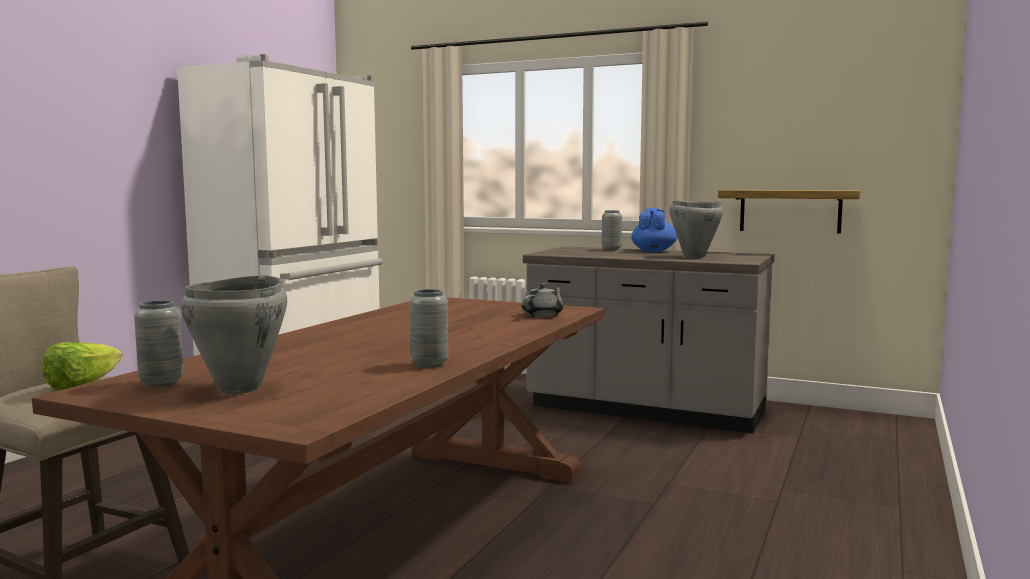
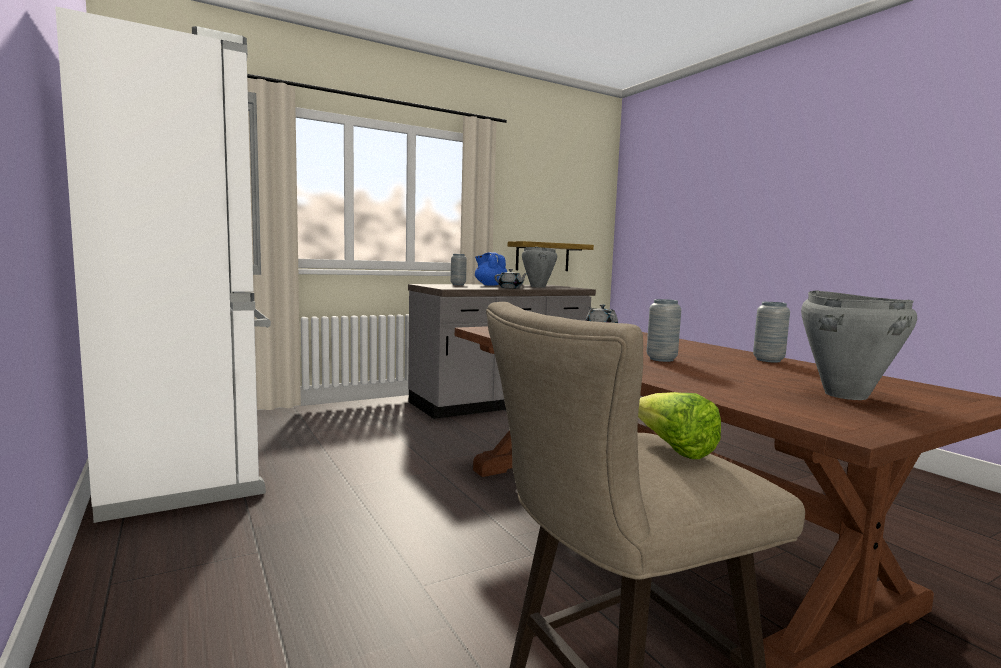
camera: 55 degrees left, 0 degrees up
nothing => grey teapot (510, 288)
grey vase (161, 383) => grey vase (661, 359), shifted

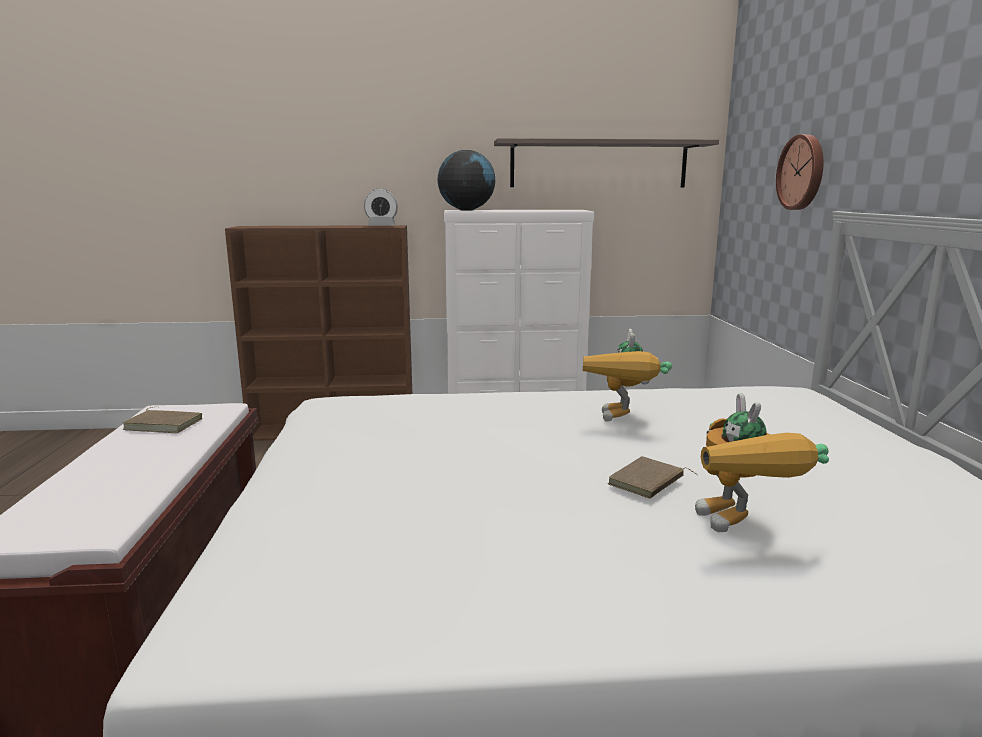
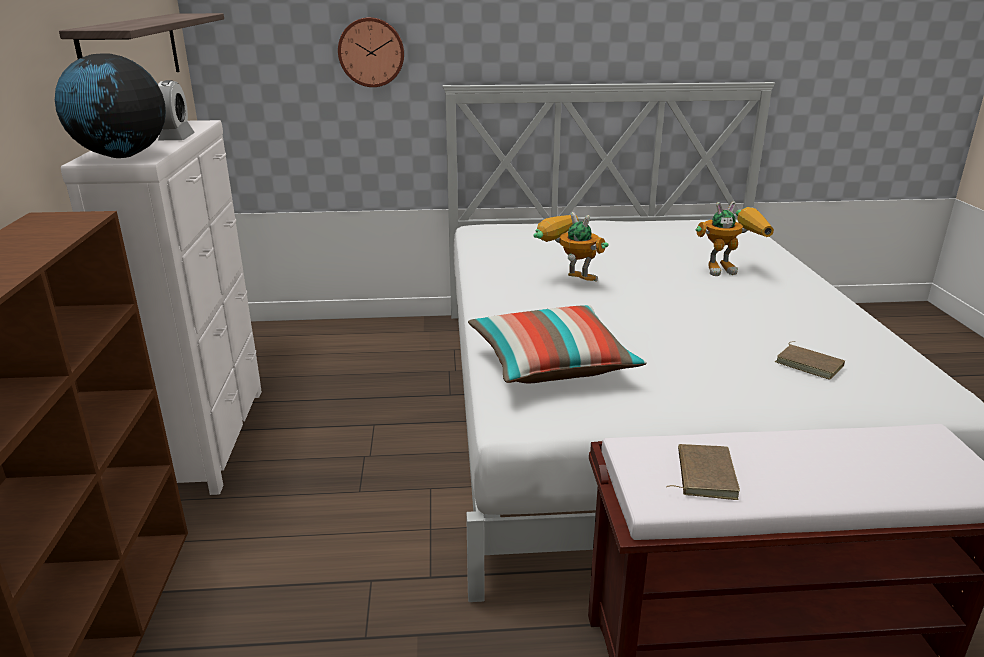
camera: 90 degrees left, 10 degrees up
alarm clock (381, 226) => alarm clock (177, 138), shifted
nothing => pillow (551, 364)
toy robot (623, 421) => toy robot (567, 280), 150 degrees counterclockwise
brown book (648, 482) => brown book (810, 364), shifted

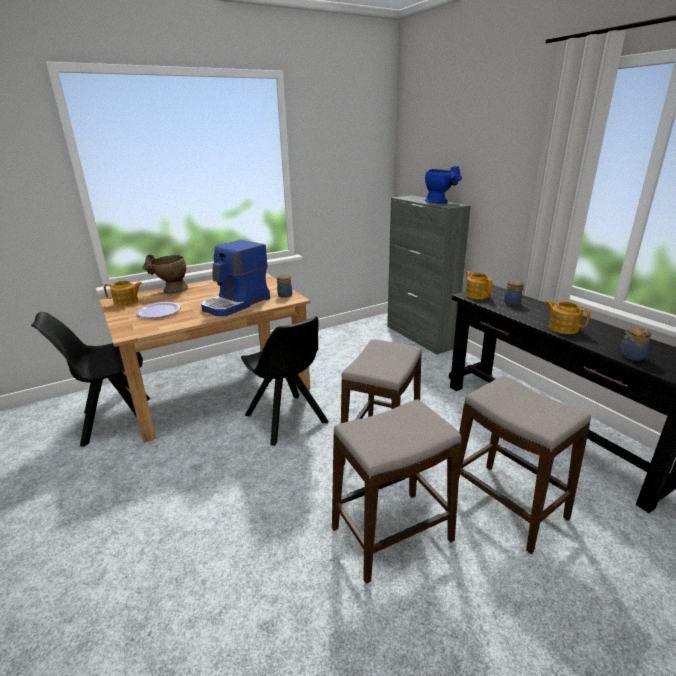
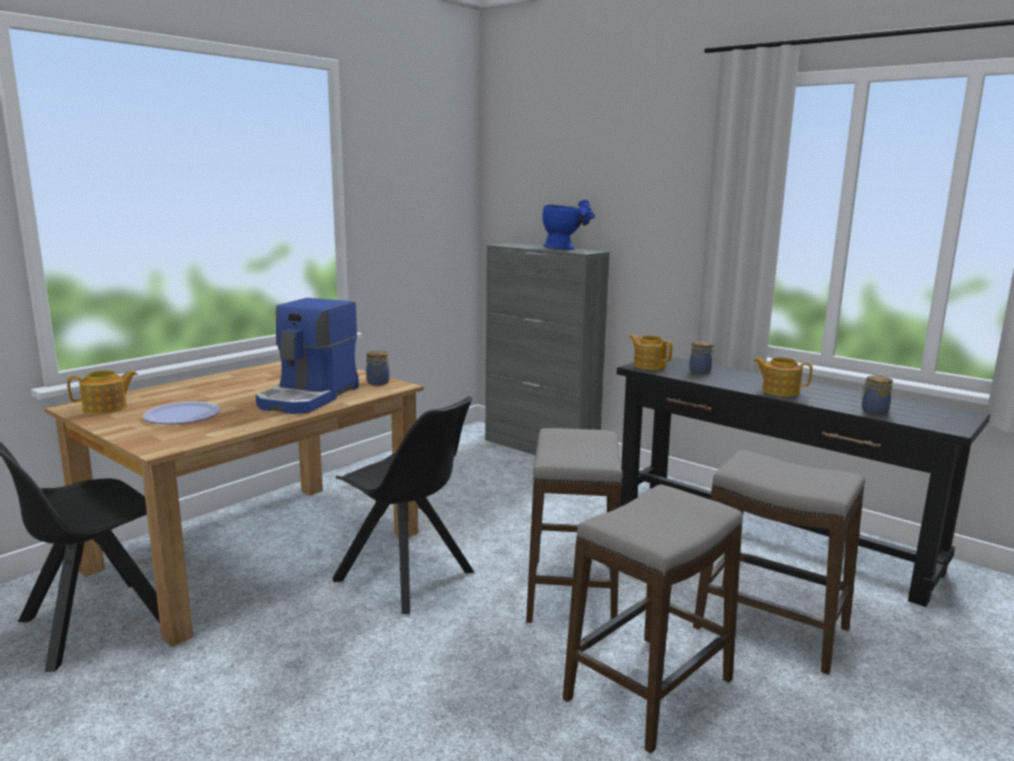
camera: 20 degrees left, 10 degrees down
beige vase (171, 290) => nothing

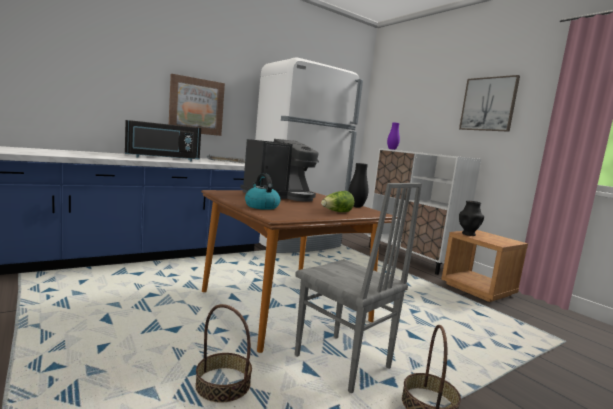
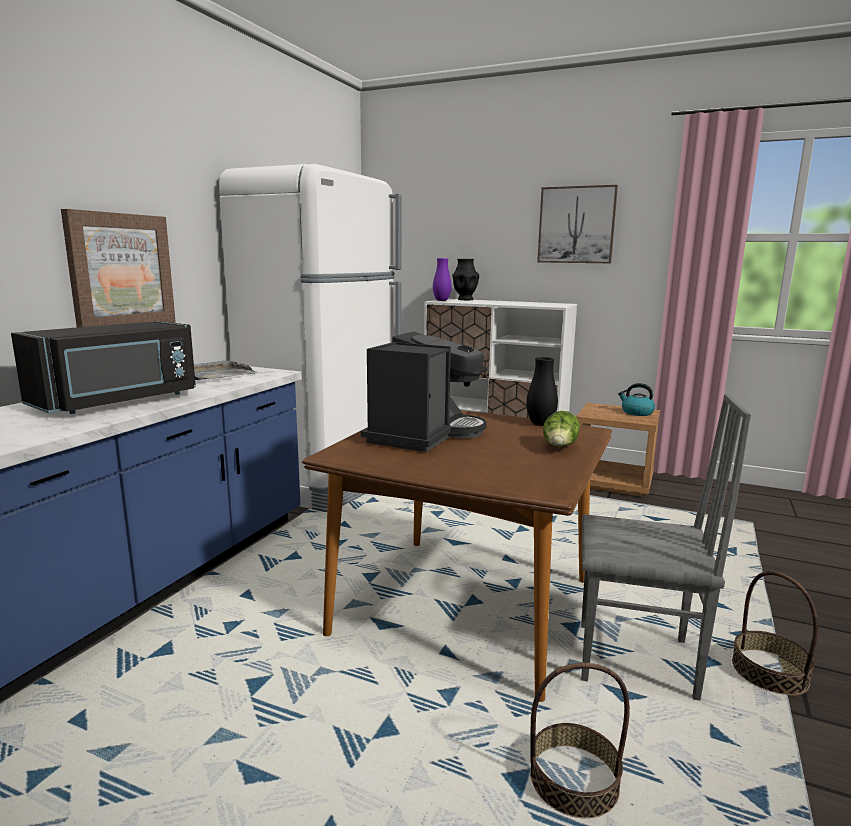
camera: 30 degrees left, 5 degrees up
black vase (468, 234) => black vase (465, 299), shifted
kettle (261, 206) => kettle (636, 412), shifted

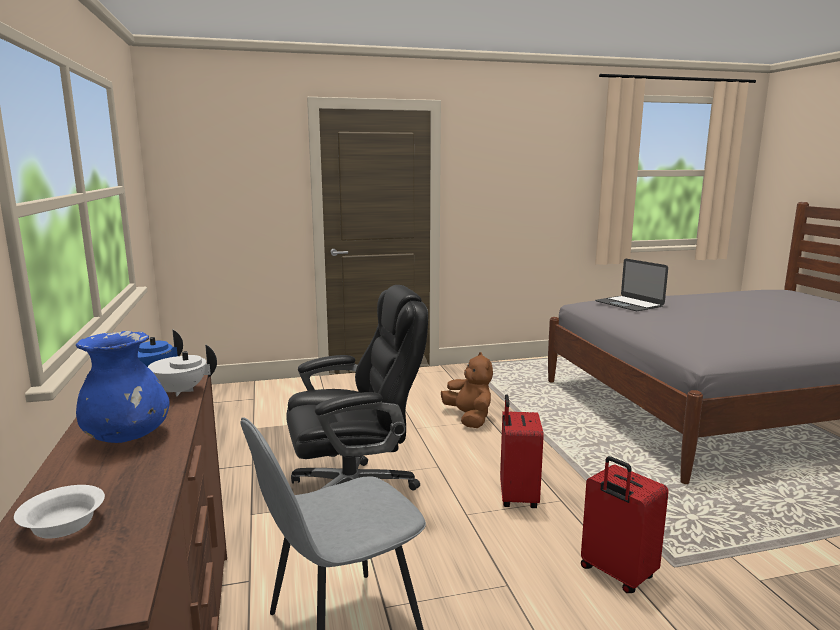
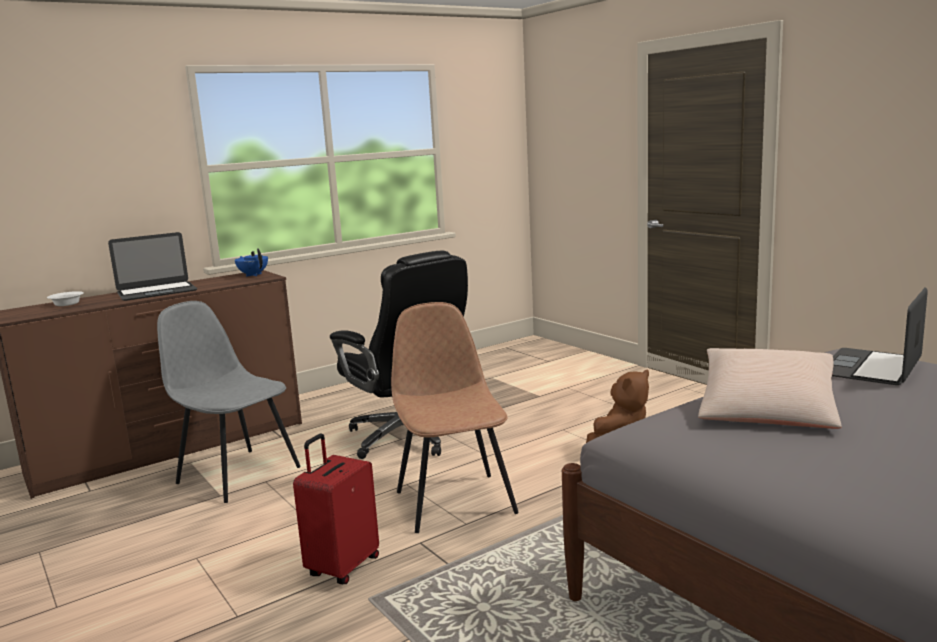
camera: 70 degrees right, 0 degrees up
blue vase (128, 437) => laptop (157, 291)
red suitcase (516, 497) => brown chair (454, 501)
nothing => beige pillow (766, 409)
white teapot (179, 391) => nothing

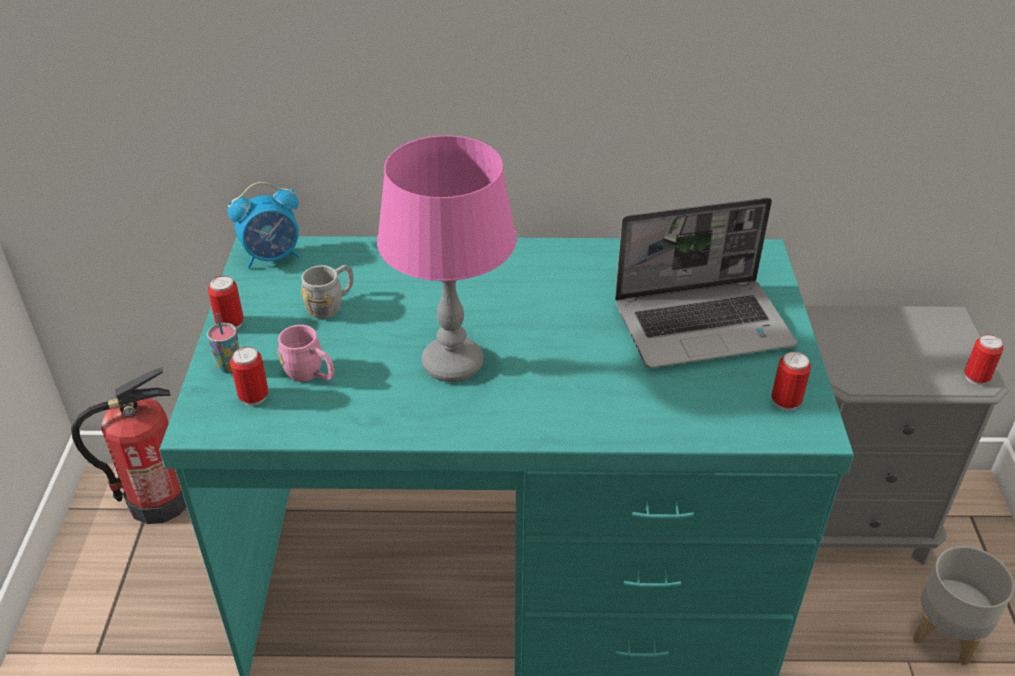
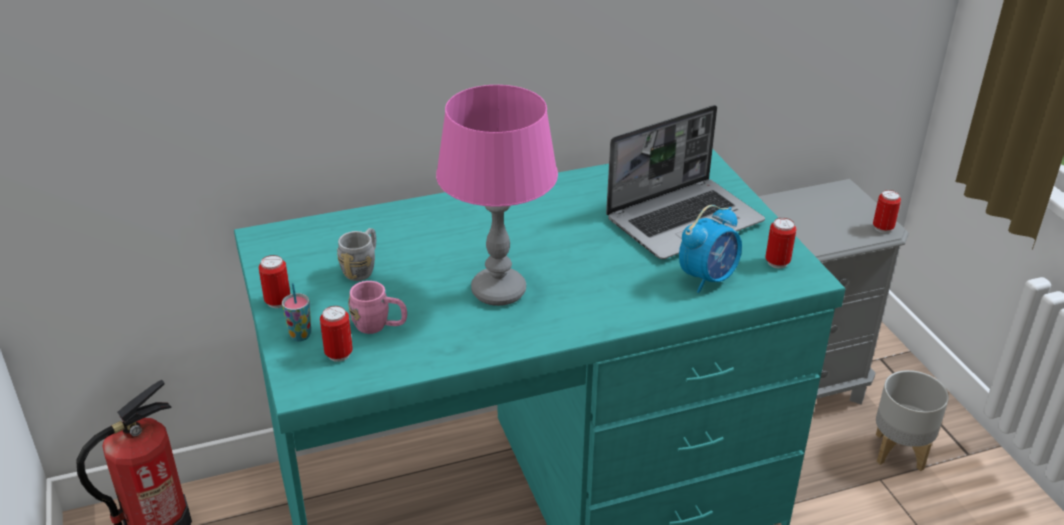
camera: 20 degrees left, 5 degrees down
alarm clock (273, 257) => alarm clock (708, 278), shifted

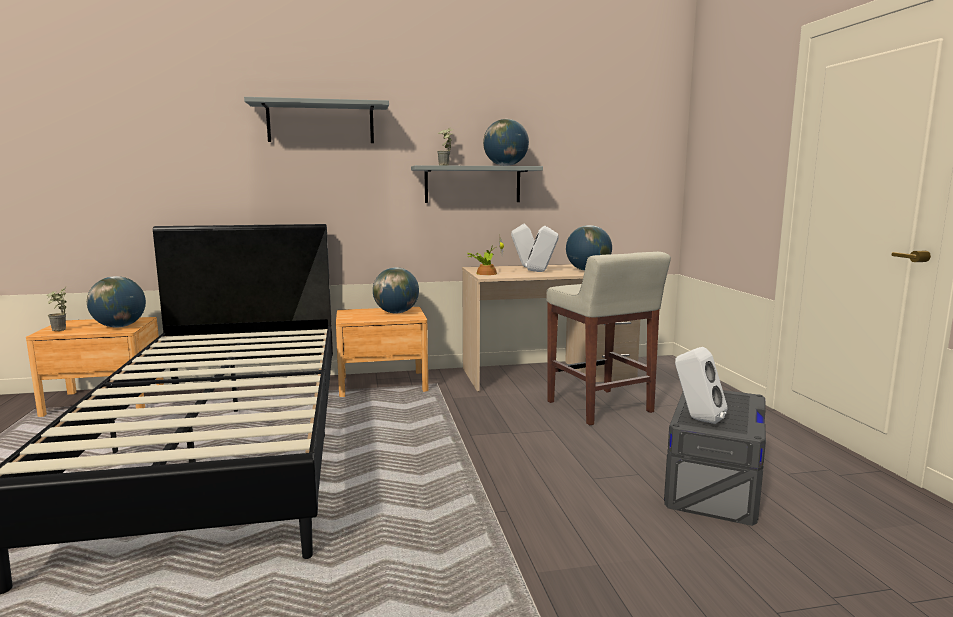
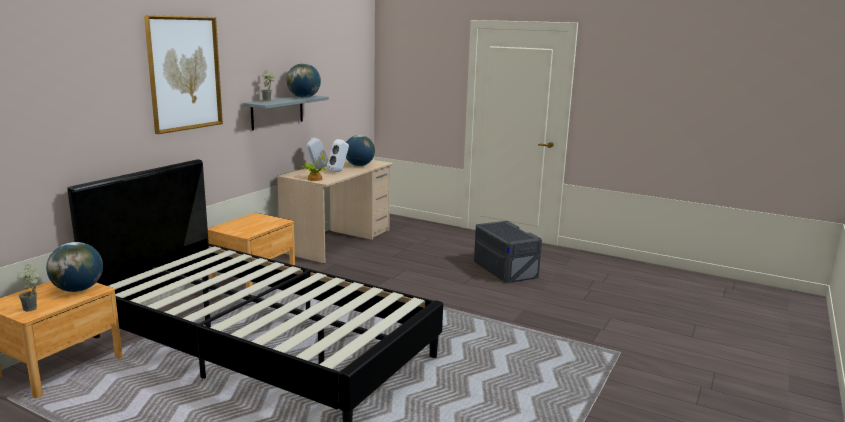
camera: 50 degrees left, 5 degrees up
grey shelf (320, 123) => picture (184, 73)
globe (396, 312) => nothing
beige stool (600, 407) => nothing
white speaker (697, 419) => nothing

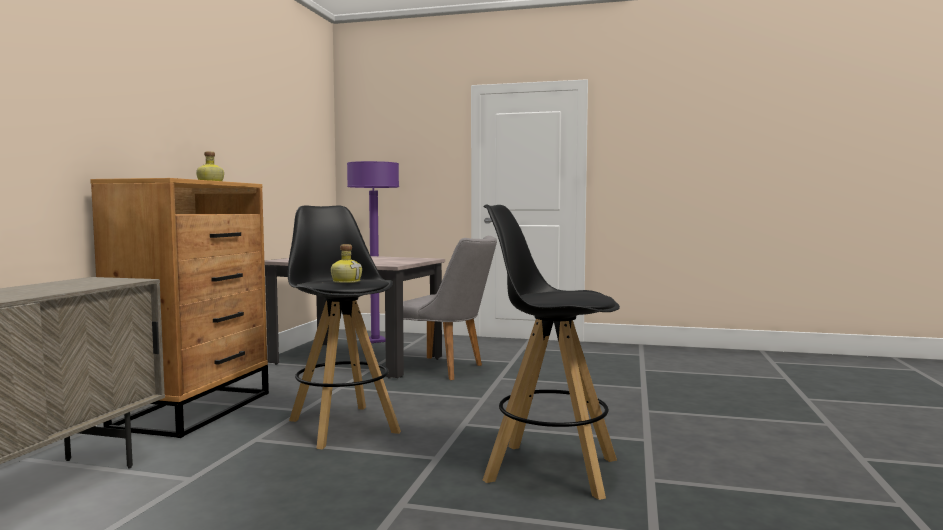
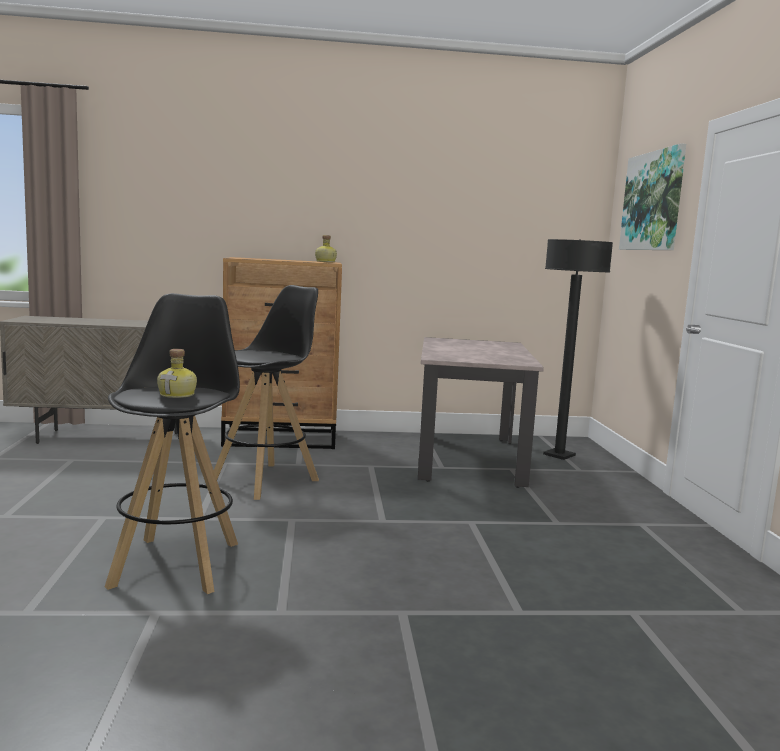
camera: 70 degrees right, 5 degrees up
bottle (346, 281) => bottle (178, 395), shifted
purple floor lamp (375, 341) => black floor lamp (559, 455)
nothing => picture (653, 201)
grey chair (446, 369) => nothing

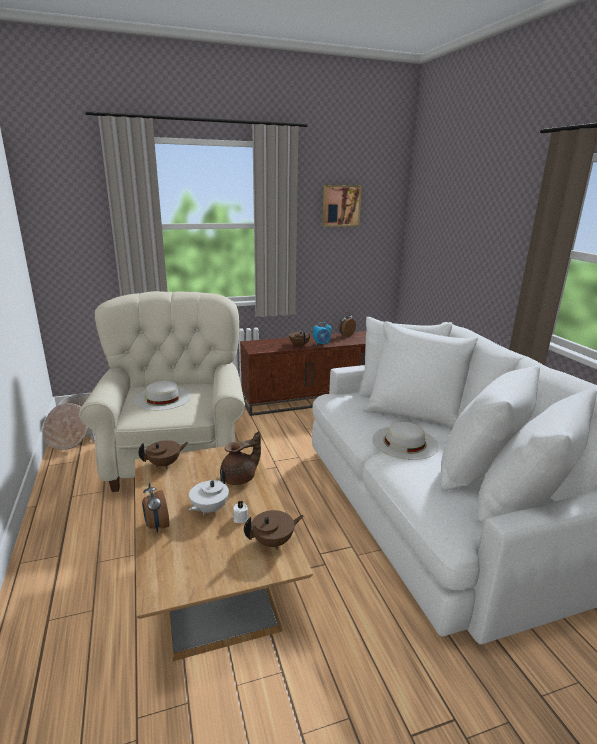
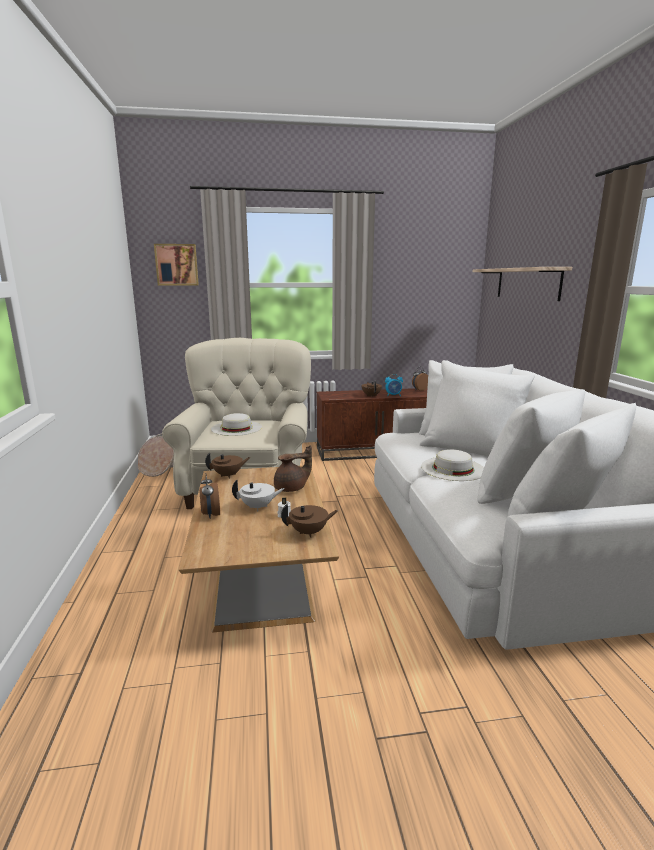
camera: 10 degrees right, 5 degrees down
picture (341, 205) => picture (177, 265), shifted
white teapot (209, 509) => white teapot (258, 507), 135 degrees counterclockwise
nothing => shelf (527, 283)

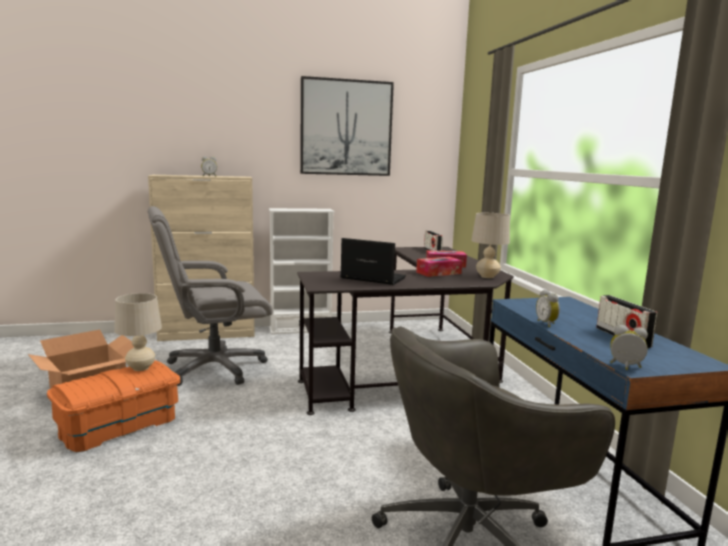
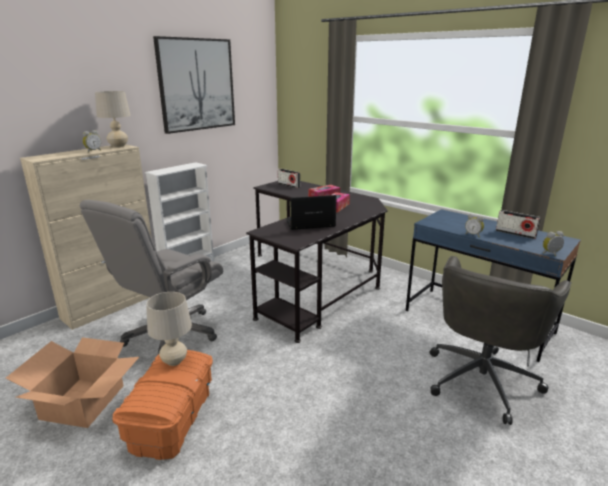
camera: 35 degrees left, 10 degrees up
beige table lamp (487, 276) => beige table lamp (118, 146), shifted

